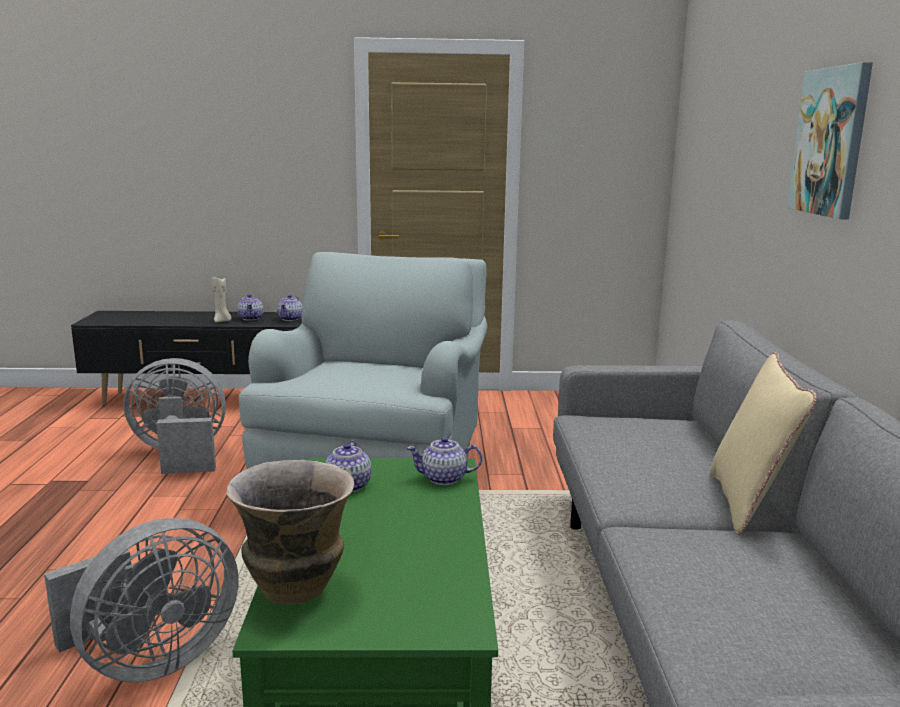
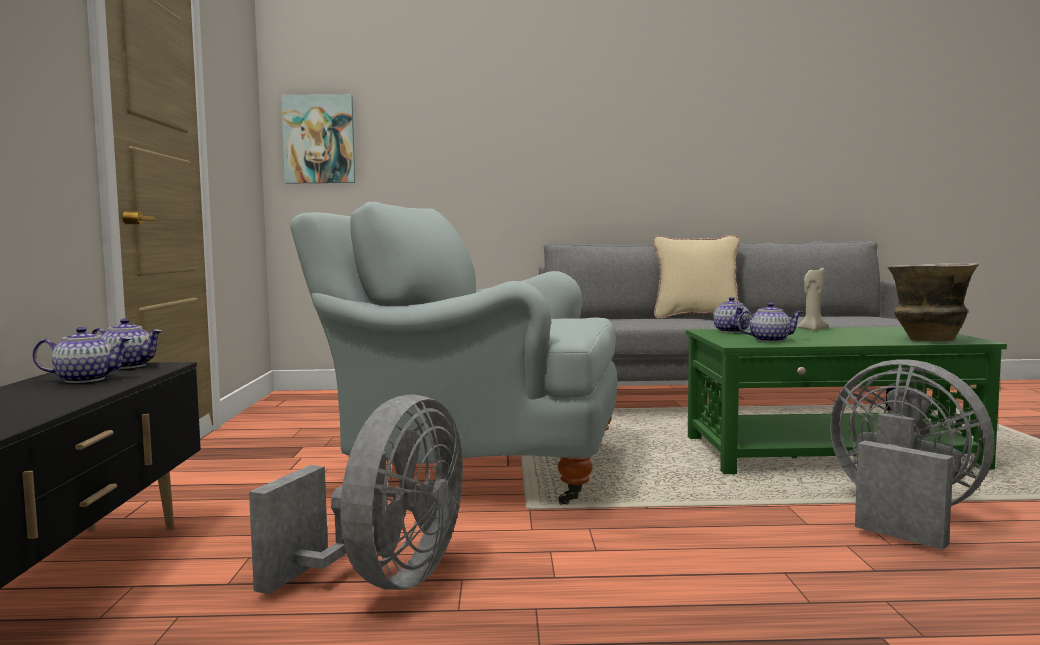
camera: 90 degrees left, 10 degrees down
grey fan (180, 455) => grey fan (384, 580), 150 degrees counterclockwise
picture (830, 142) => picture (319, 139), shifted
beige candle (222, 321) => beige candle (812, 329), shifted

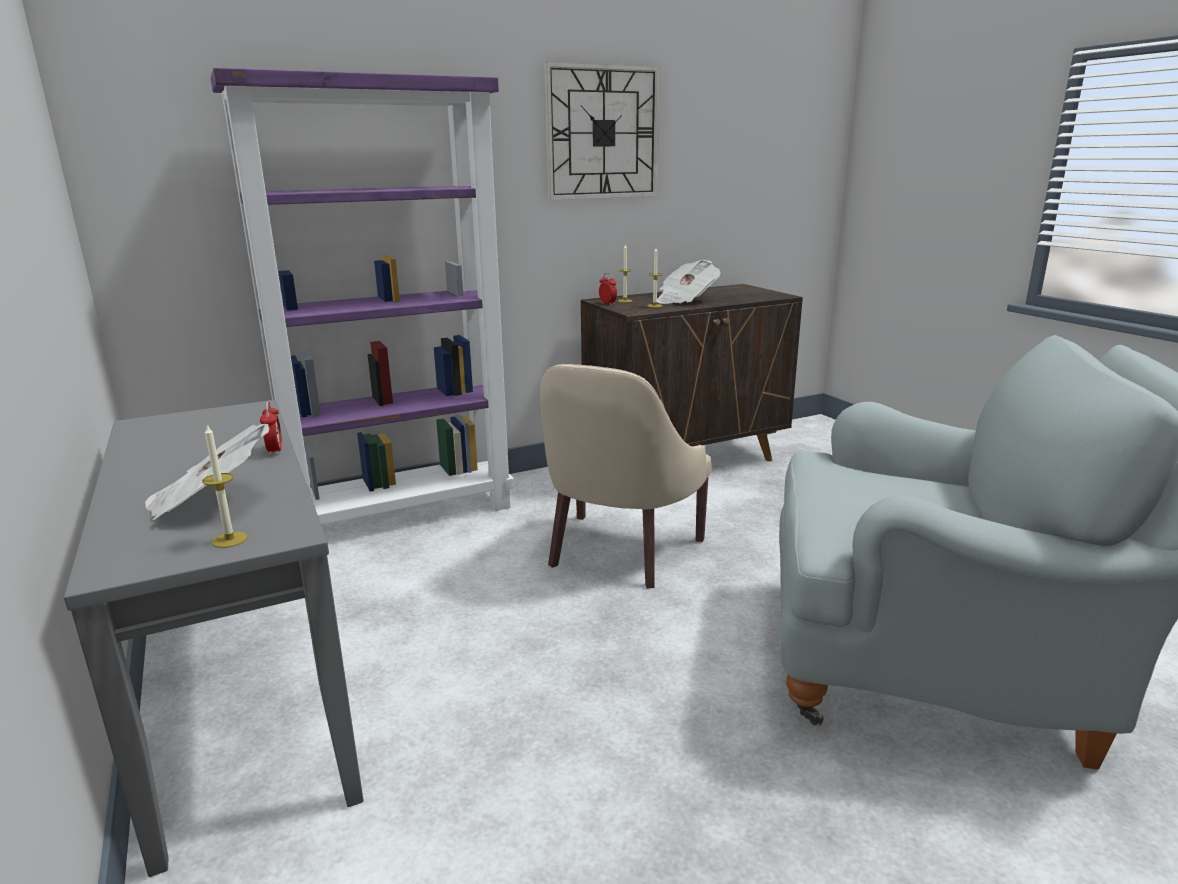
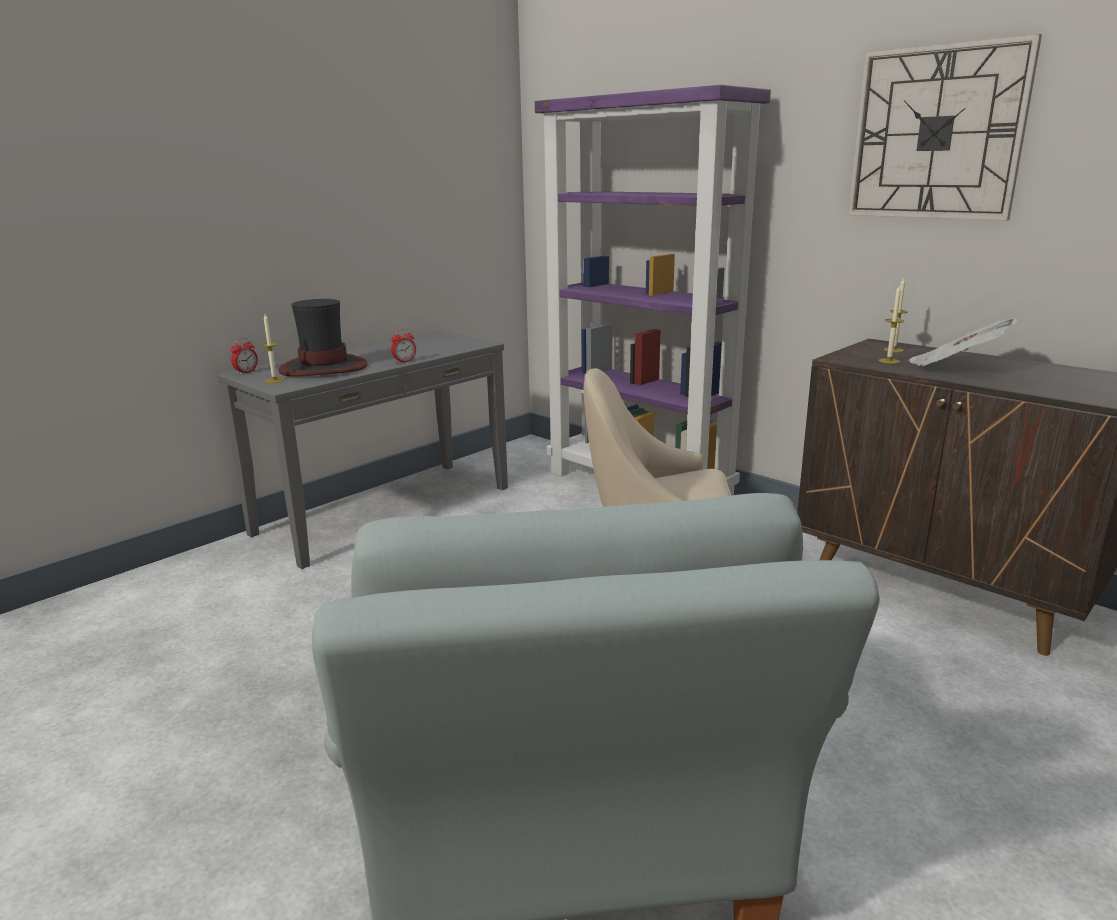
camera: 70 degrees right, 0 degrees up
alarm clock (607, 304) => alarm clock (246, 372), shifted
newspaper (210, 501) => hat (323, 368)

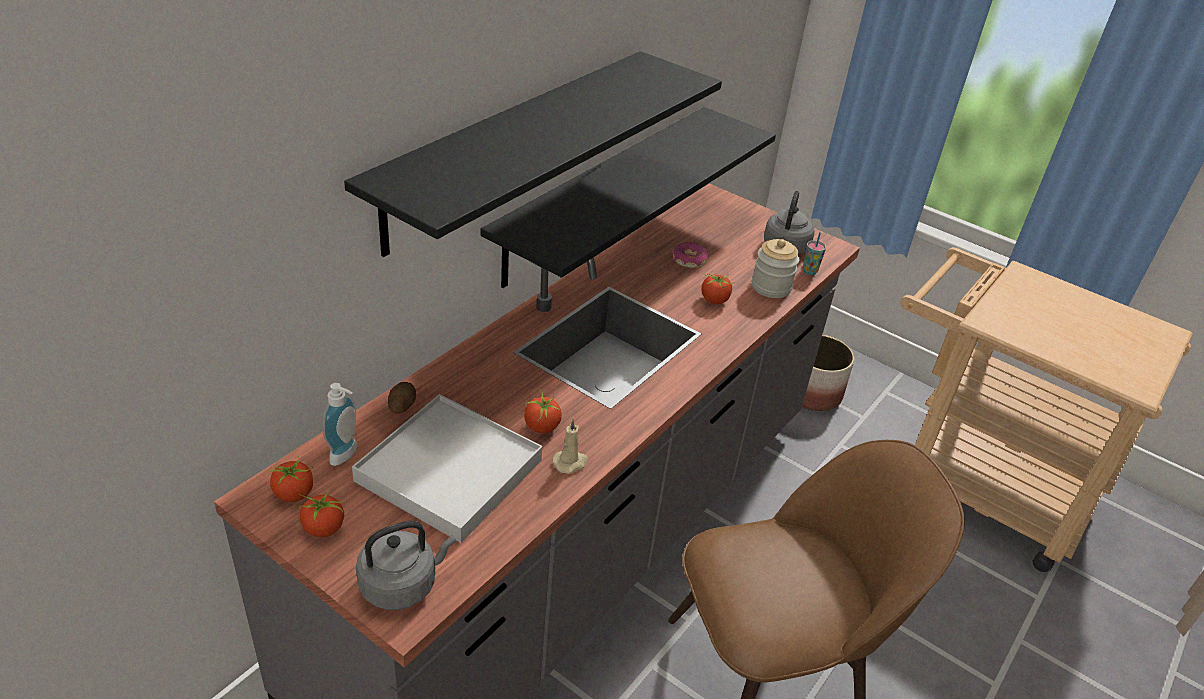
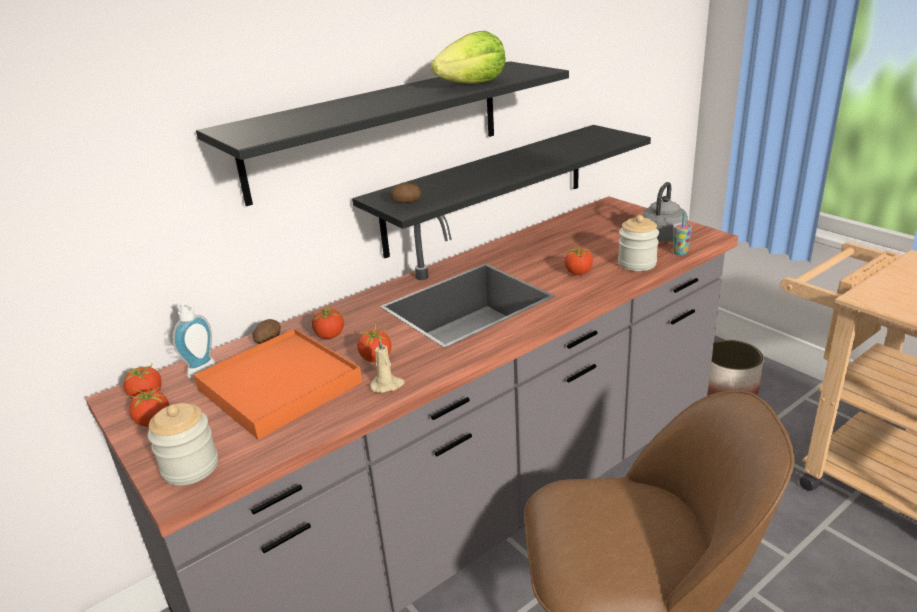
camera: 20 degrees right, 10 degrees down
grey kettle (402, 584) => jar (190, 467)
white tray (450, 470) => orange tray (280, 386)
nothing => tomato (330, 336)
nothing => potato (406, 202)
nothing => lettuce (473, 84)
donut (689, 261) => nothing

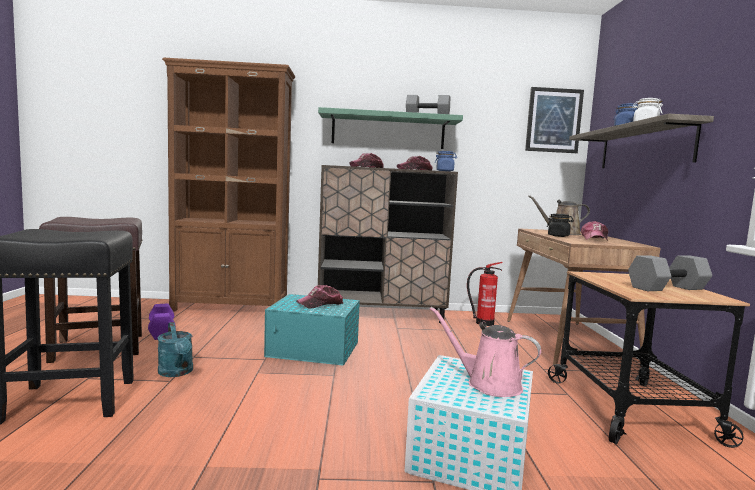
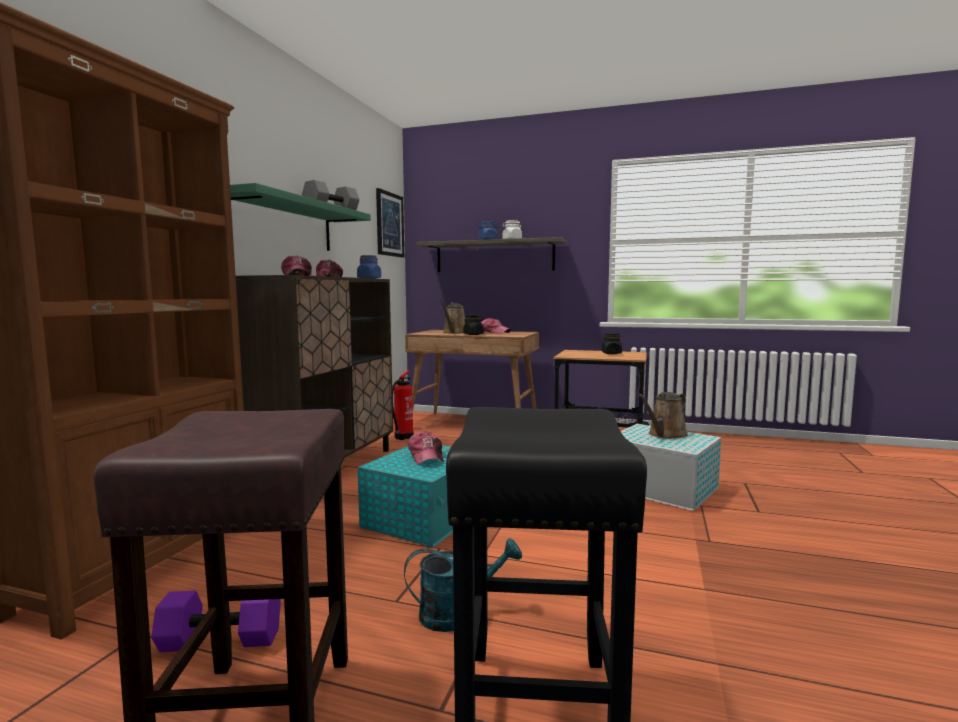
camera: 70 degrees left, 0 degrees up
grey dumbbell (667, 288) => black jar (611, 353)
pink watering can (488, 384) => brown watering can (665, 435)

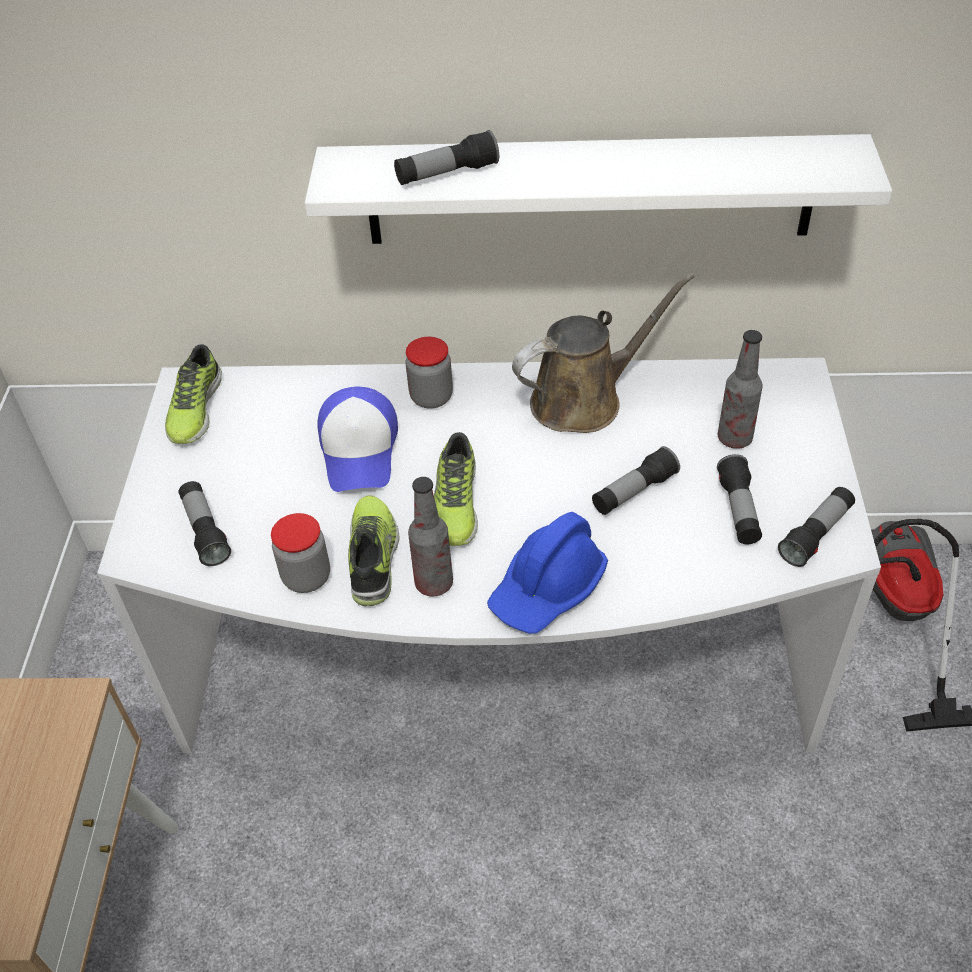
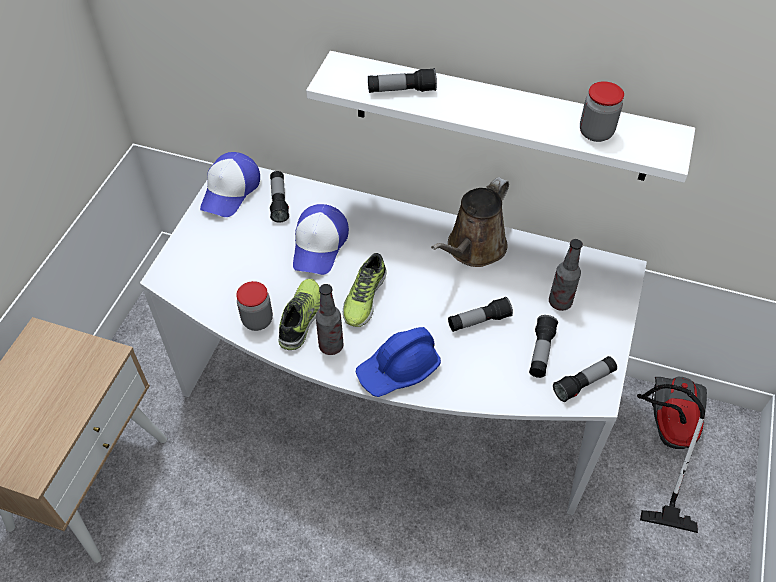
camera: 15 degrees right, 5 degrees up
shoe (194, 409) => cap (230, 191)
flashlight (205, 531) => flashlight (279, 201), shifted
brown watering can (584, 400) => brown watering can (473, 249), 135 degrees clockwise
jar (431, 397) => jar (596, 132), shifted

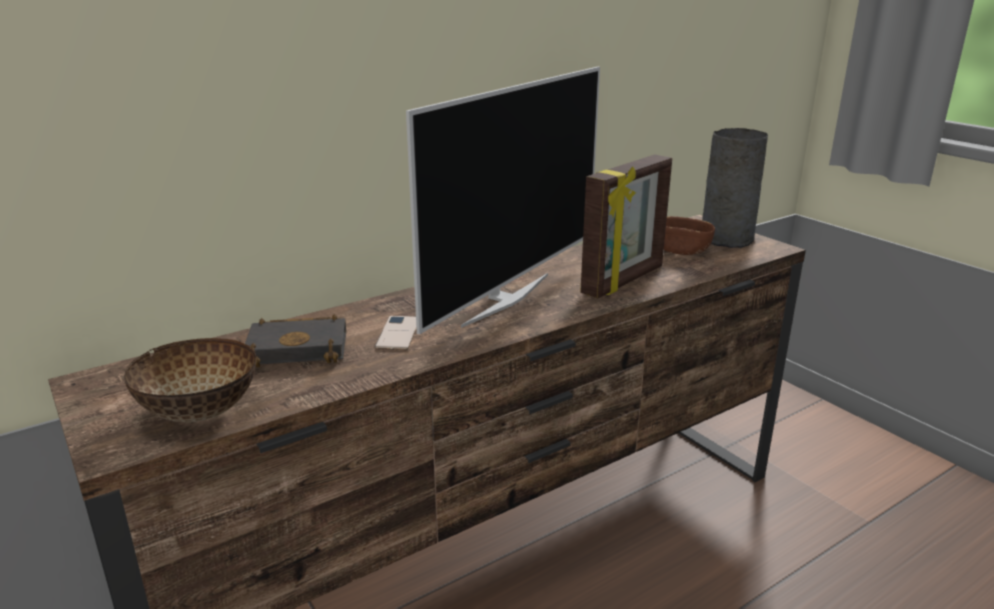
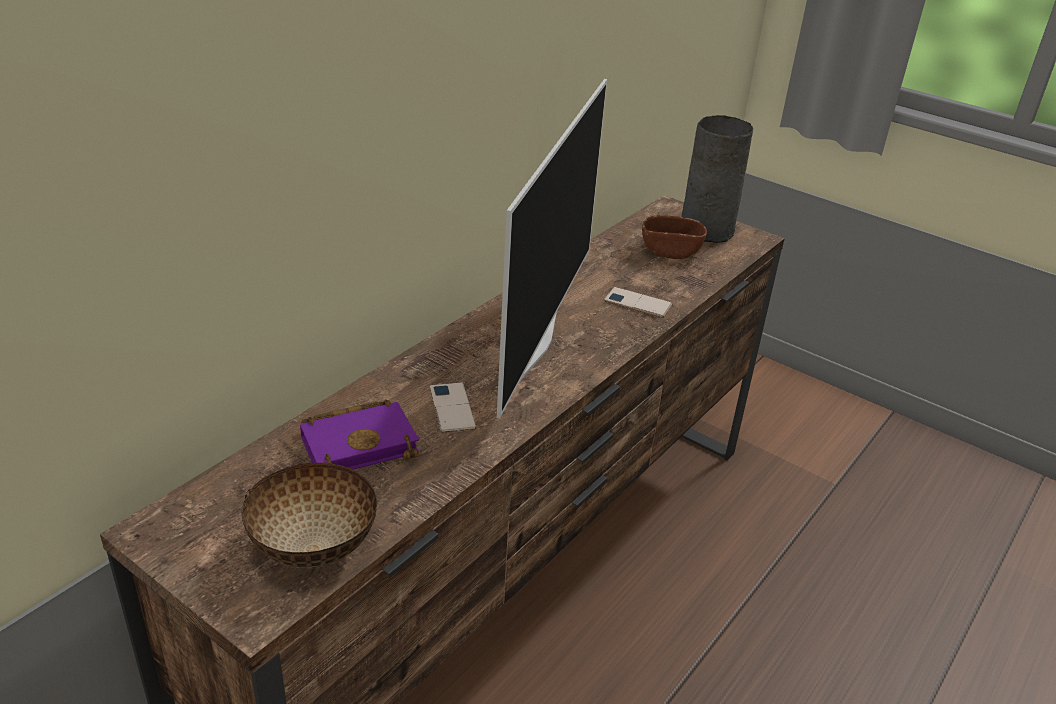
camera: 20 degrees left, 10 degrees up
black book (301, 347) => purple book (361, 443)
picture frame (624, 281) => phone (637, 303)

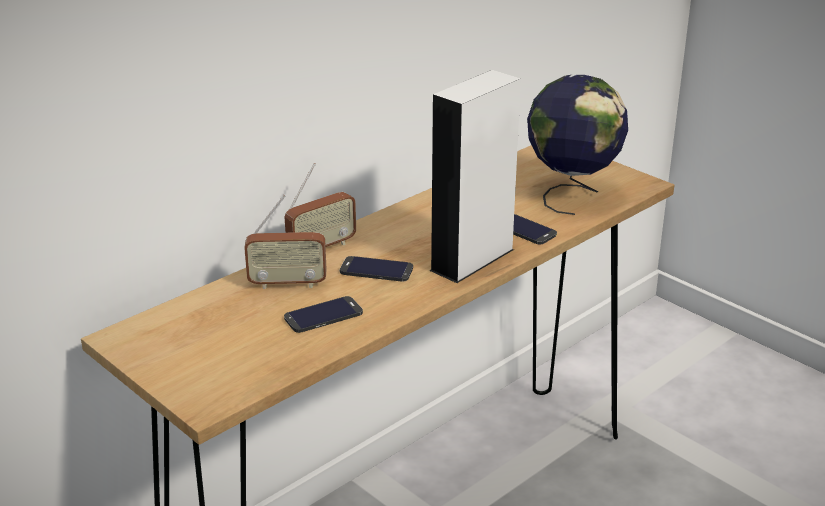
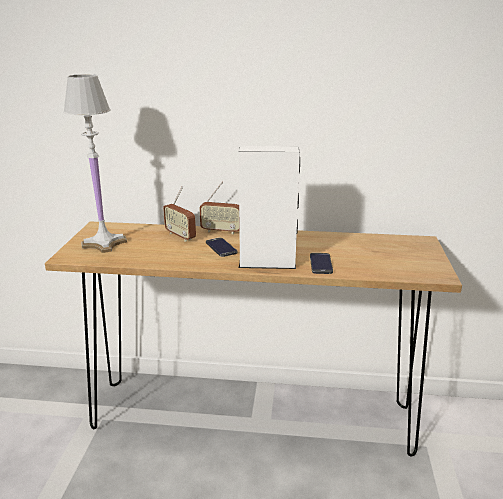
camera: 50 degrees right, 5 degrees down
nothing => white table lamp (104, 243)
phone (323, 315) => nothing
globe (572, 195) => nothing

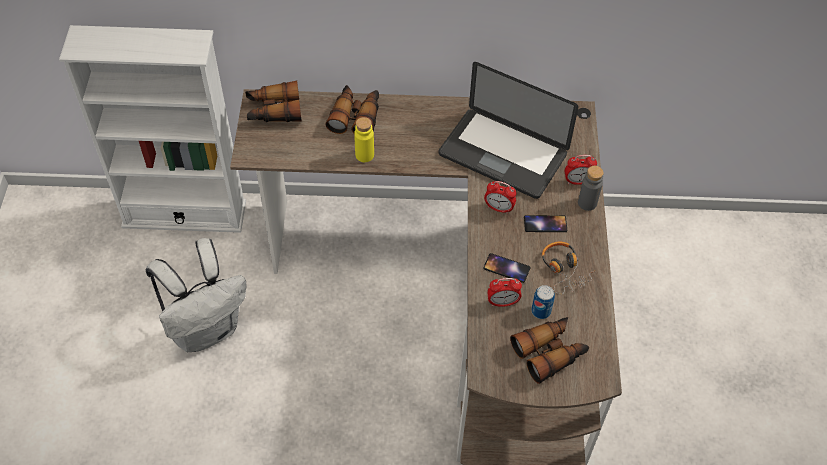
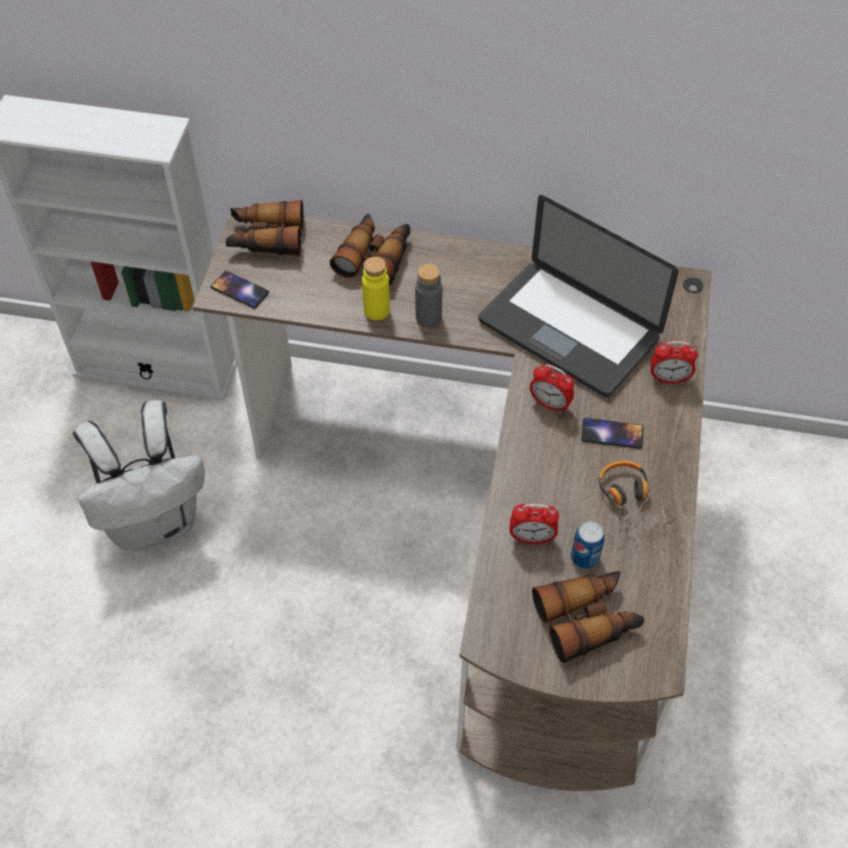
camera: 10 degrees right, 0 degrees up
phone (506, 268) => phone (240, 290), shifted
grey bottle (587, 203) => grey bottle (428, 317), shifted

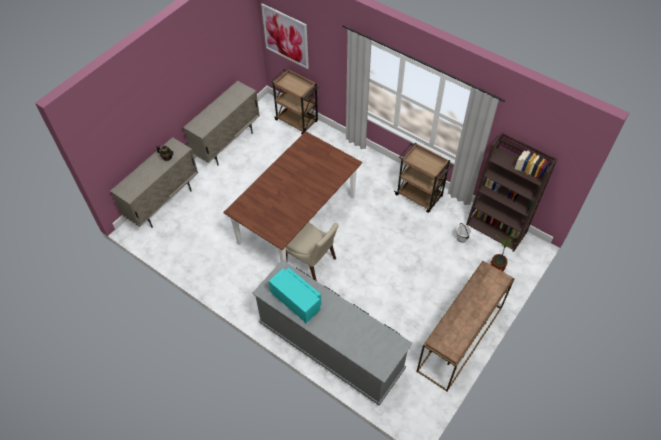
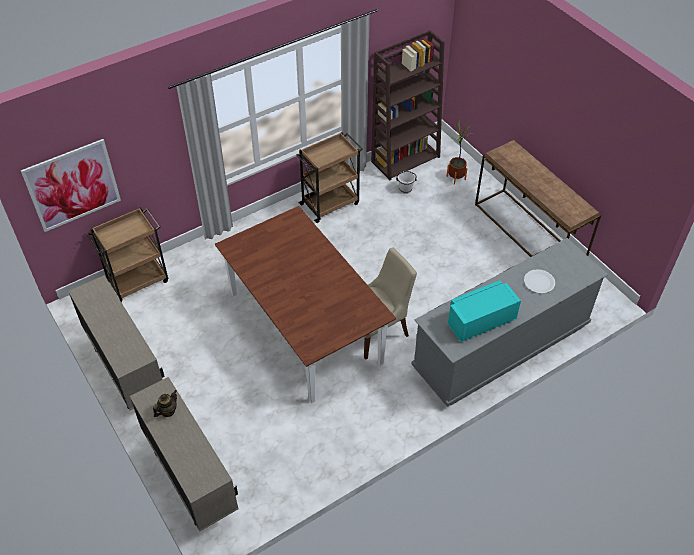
camera: 70 degrees left, 5 degrees down
nothing => white plate (539, 282)

